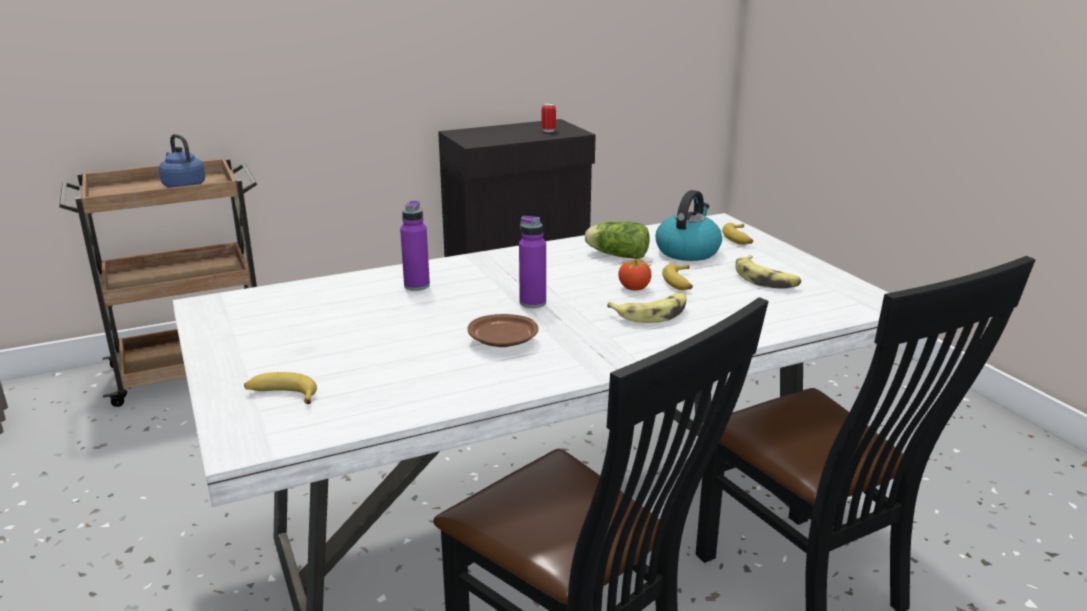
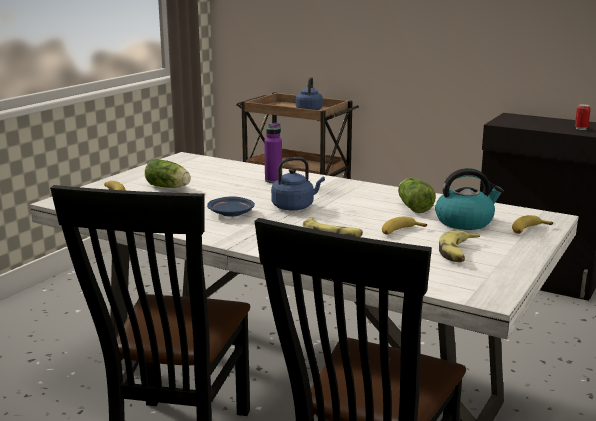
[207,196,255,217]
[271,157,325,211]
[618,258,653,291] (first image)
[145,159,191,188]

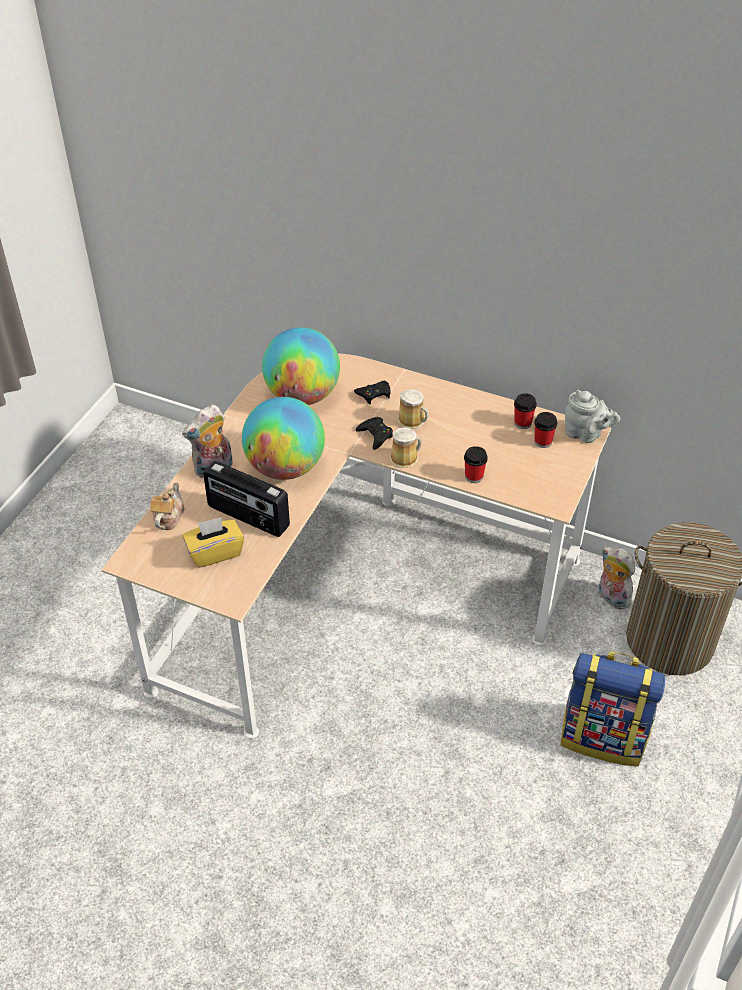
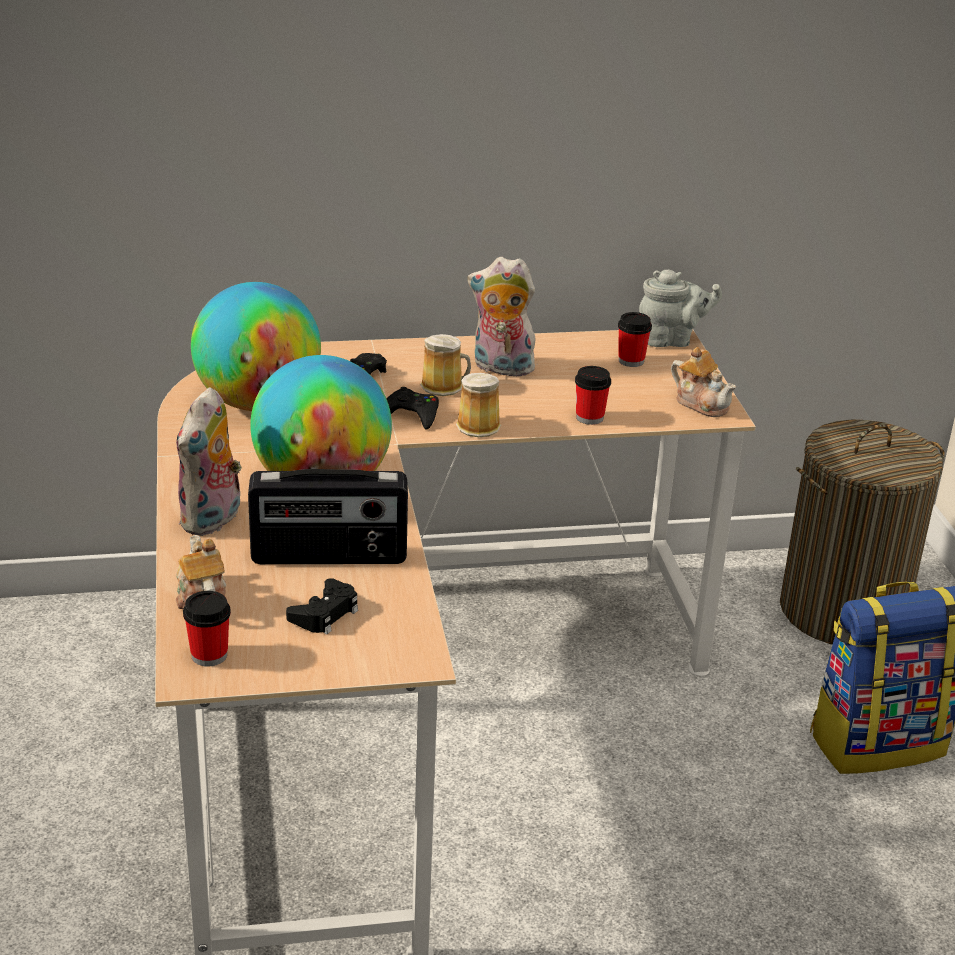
[286,578,358,634]
[183,591,231,667]
[467,257,541,379]
[671,347,736,417]

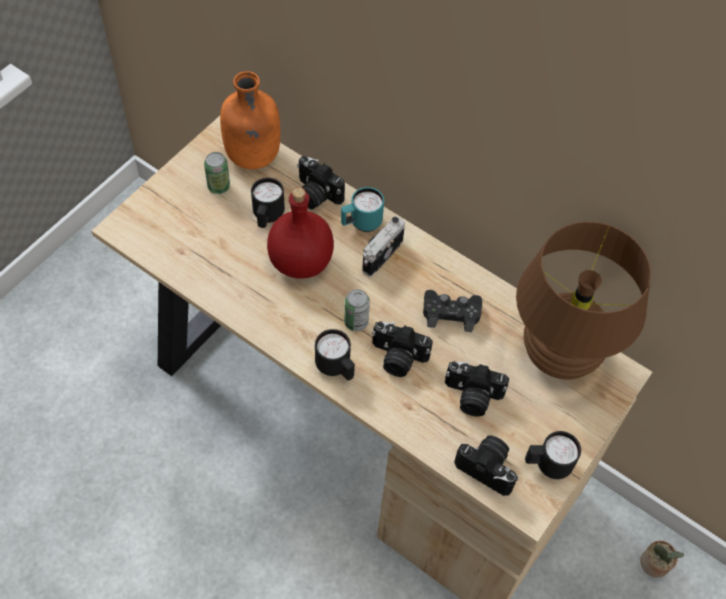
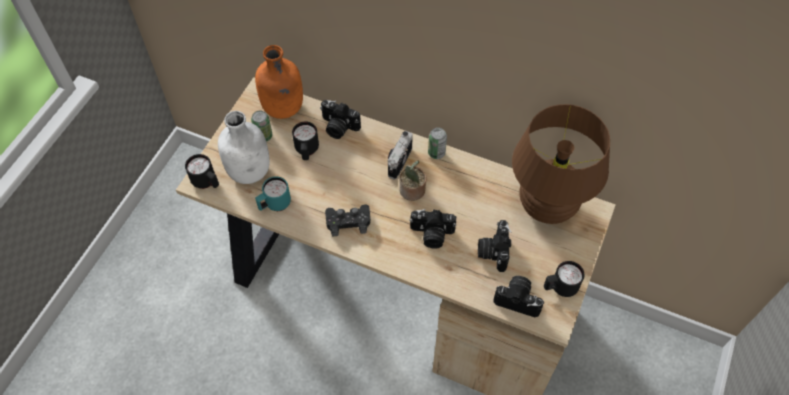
[267,187,334,279] (first image)
[185,154,219,189]
[255,176,291,211]
[428,127,447,159]
[325,204,370,237]
[478,220,512,272]
[399,160,427,201]
[218,111,270,184]

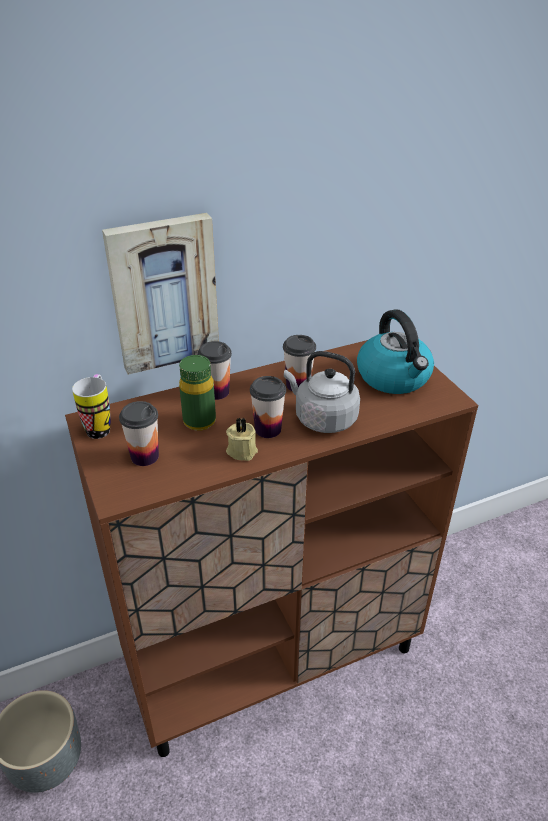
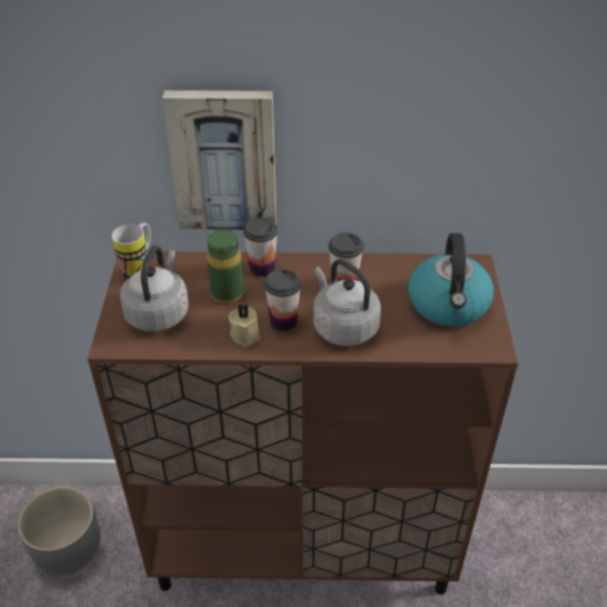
[120,245,189,332]

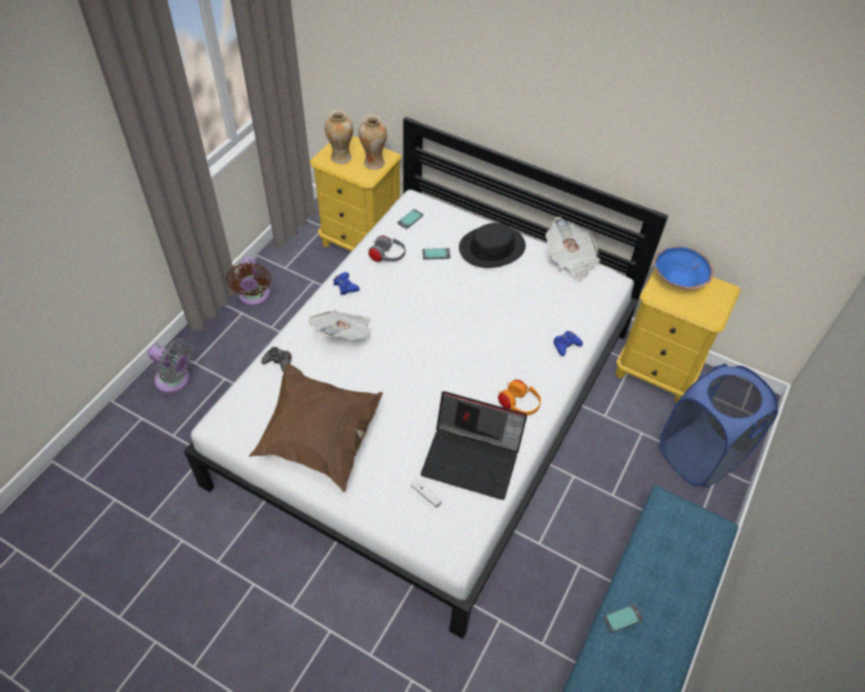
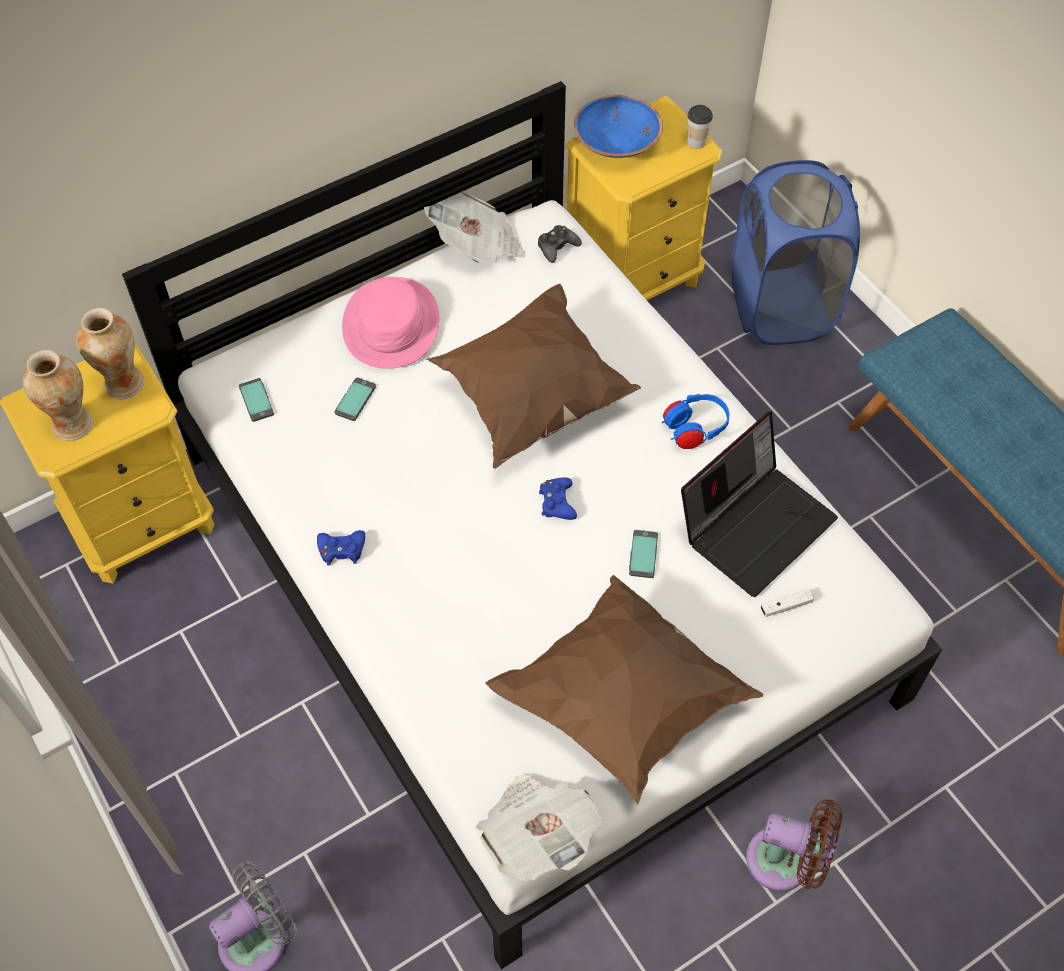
[746,799,842,891]
[538,225,582,263]
[476,774,602,881]
[368,236,405,262] (first image)
[342,277,439,369]
[662,394,730,449]
[539,478,577,520]
[629,530,658,578]
[427,284,641,469]
[687,105,713,149]

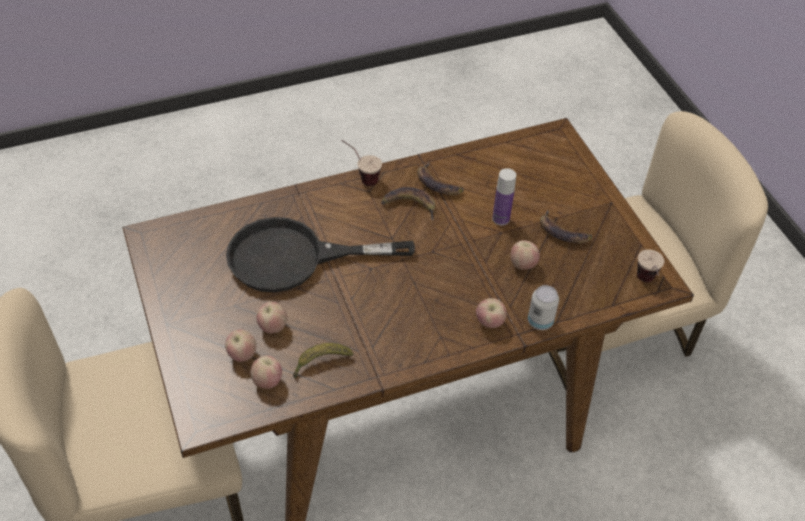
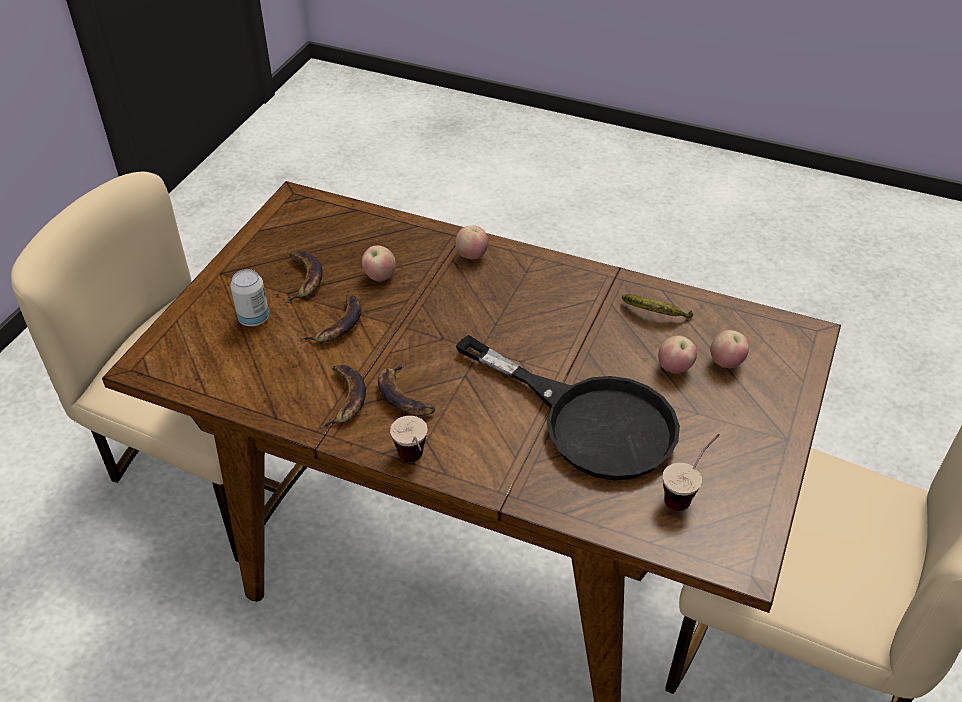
[250,355,282,389] (first image)
[300,295,362,343]
[230,269,269,326]
[663,433,720,511]

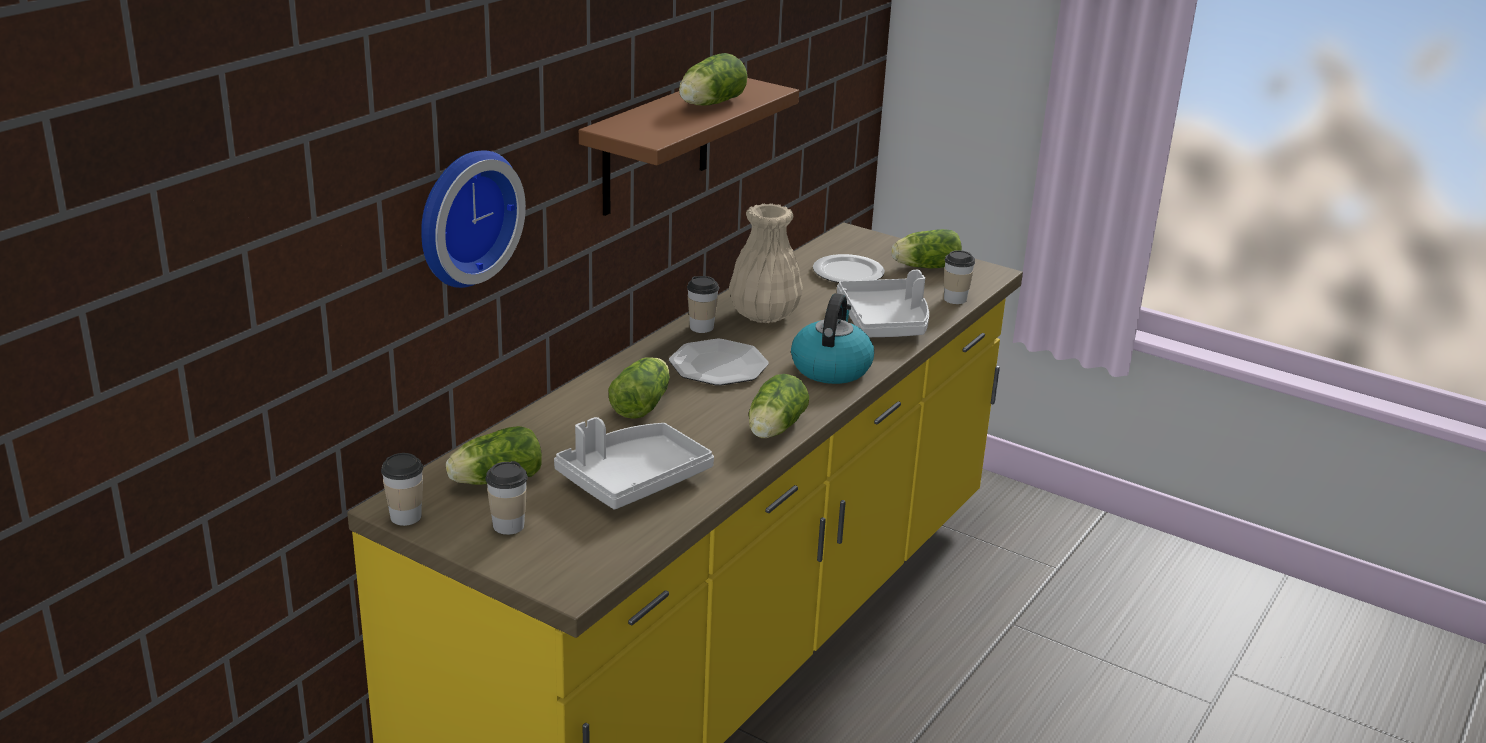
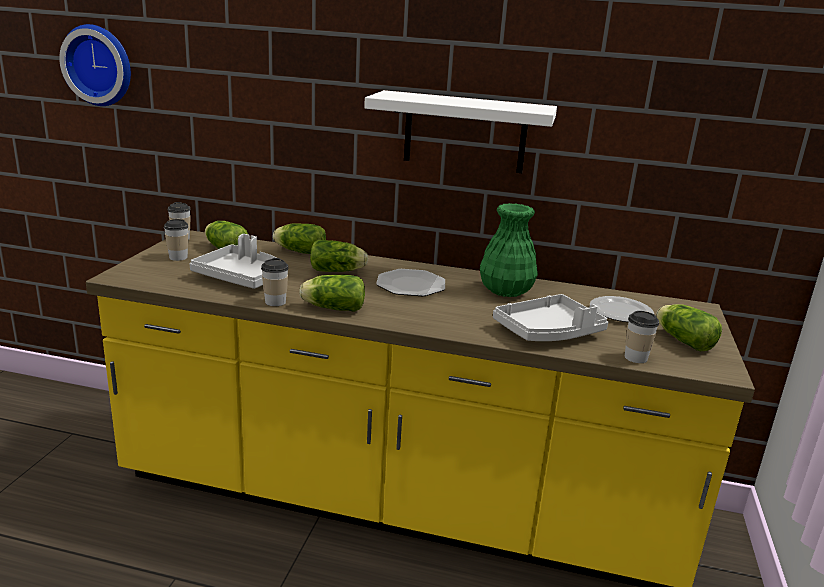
[59,24,131,106]
[364,90,557,173]
[273,223,326,254]
[261,258,289,306]
[480,203,538,297]
[791,293,874,384] (first image)

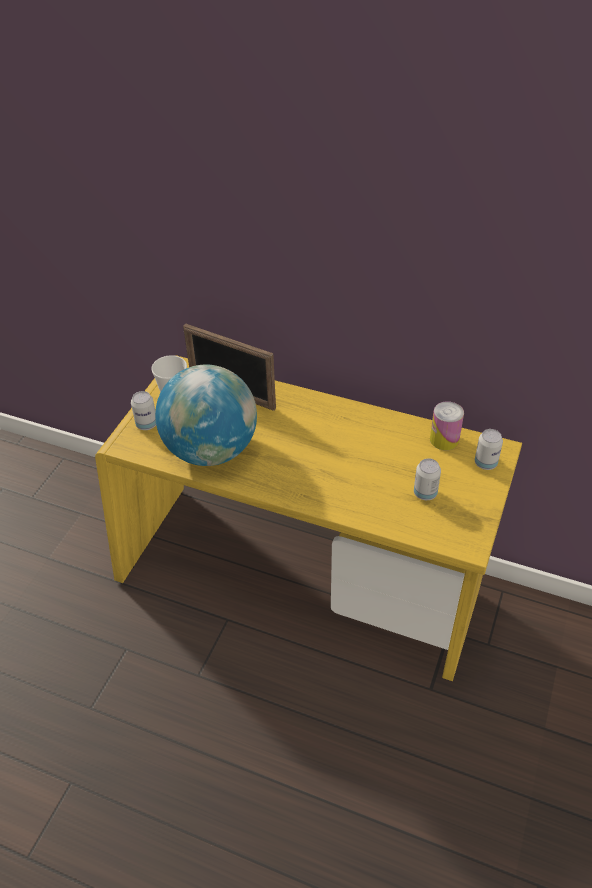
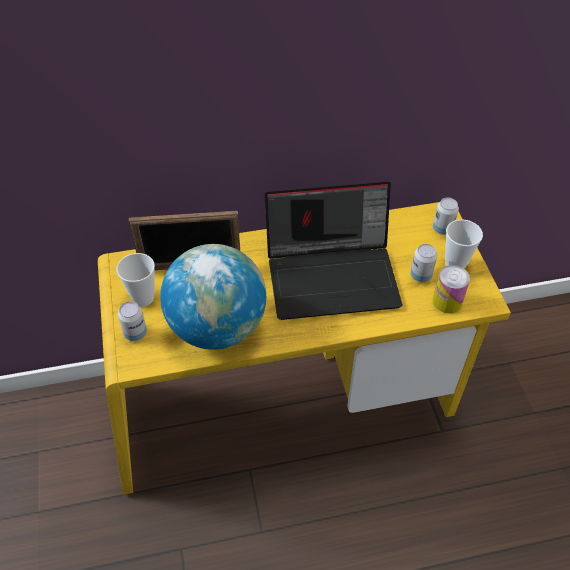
[433,265,470,313]
[265,181,402,320]
[445,219,483,269]

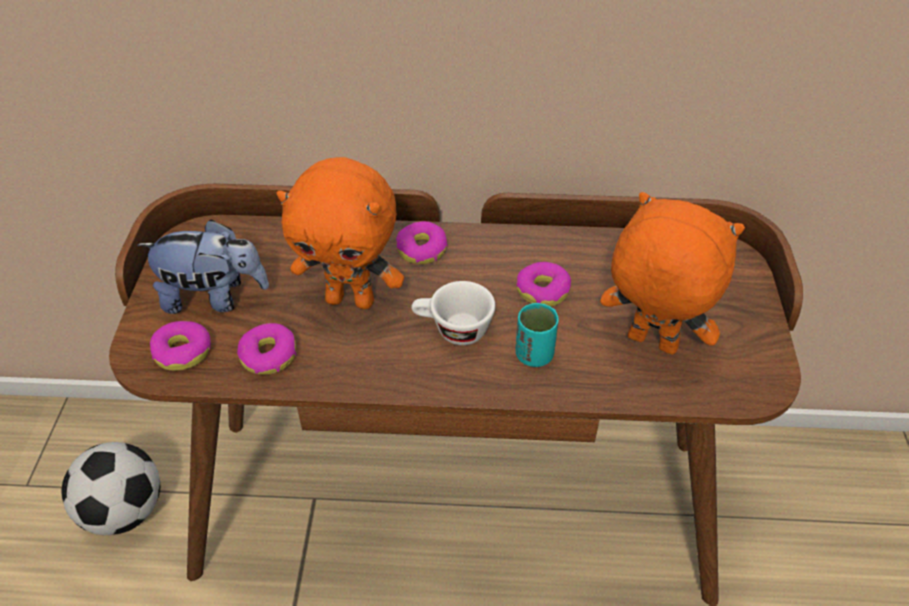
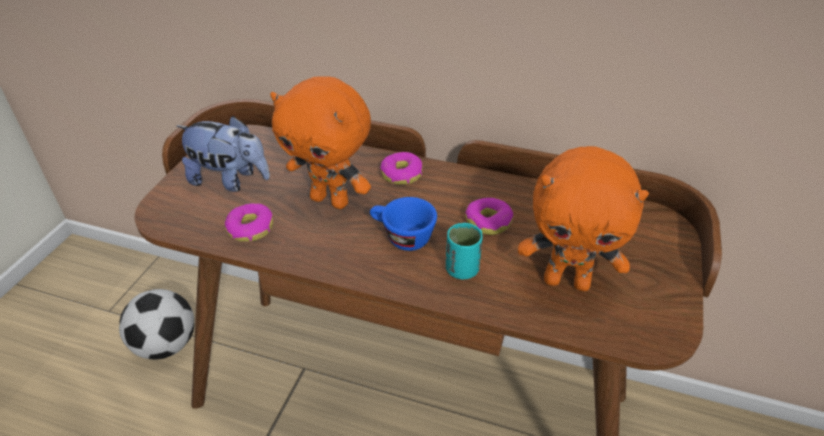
[150,321,211,371] (first image)
[370,197,437,251]
[518,146,649,291]

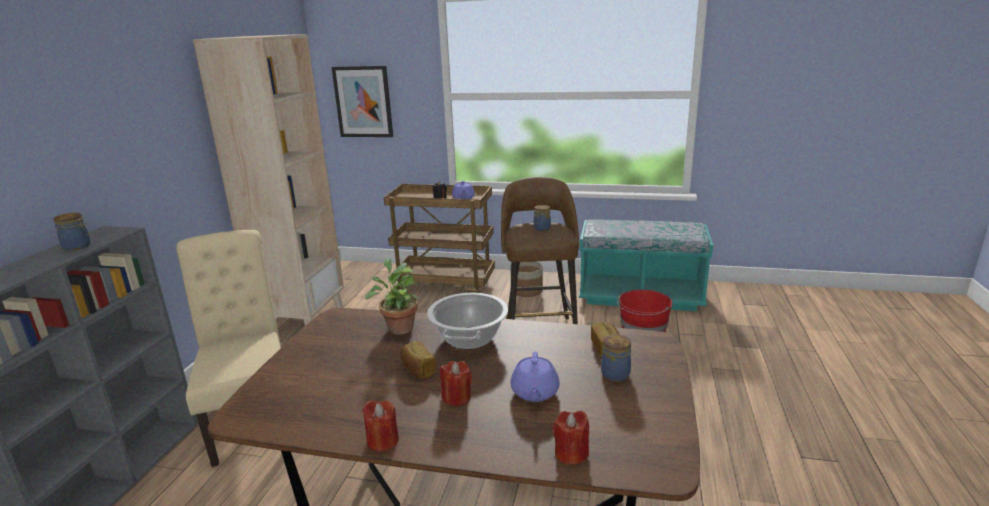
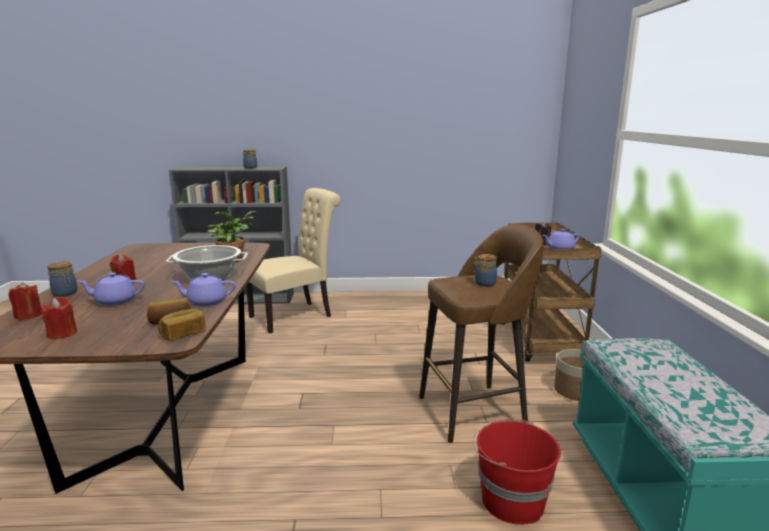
[193,34,344,326] (first image)
[332,66,393,137] (first image)
[41,297,77,339]
[158,309,205,341]
[47,262,78,297]
[171,273,236,306]

